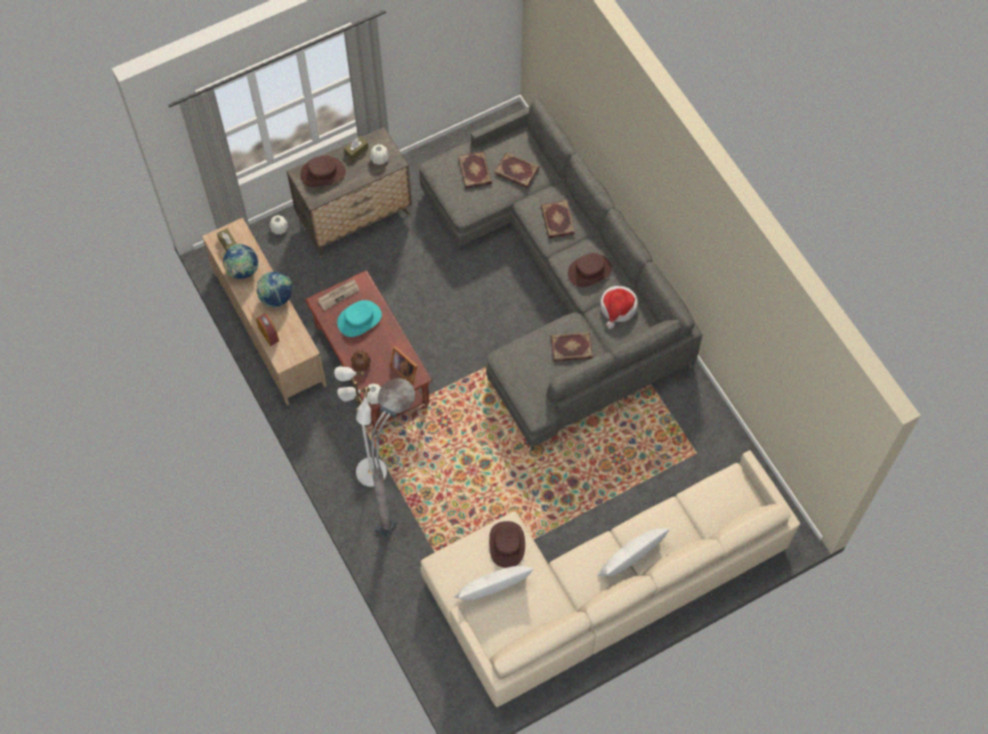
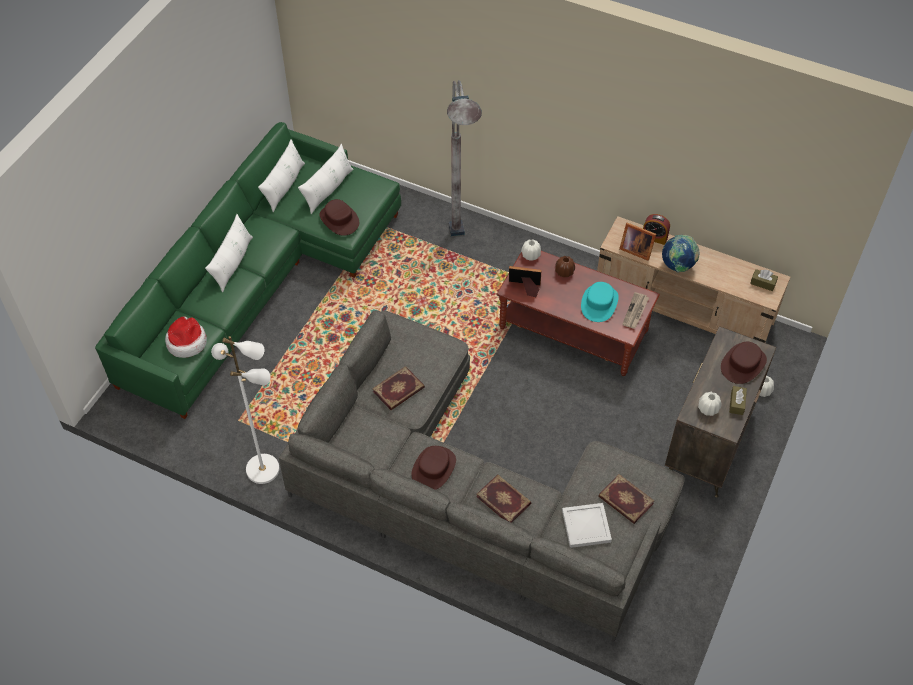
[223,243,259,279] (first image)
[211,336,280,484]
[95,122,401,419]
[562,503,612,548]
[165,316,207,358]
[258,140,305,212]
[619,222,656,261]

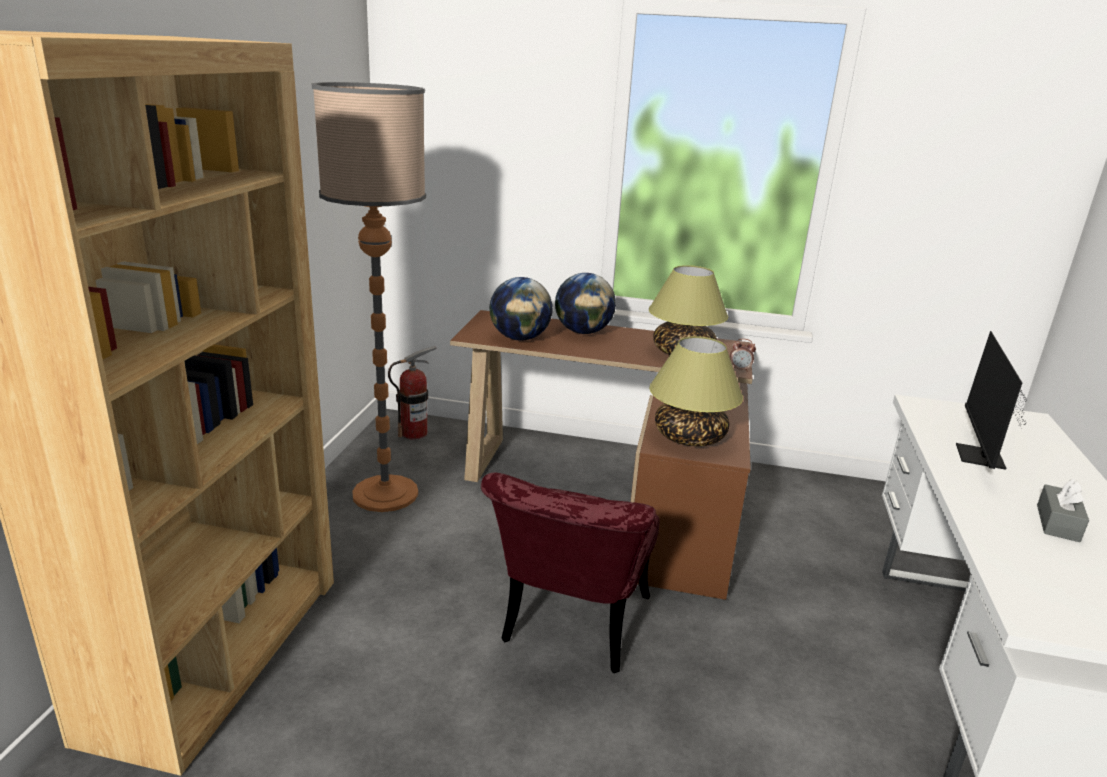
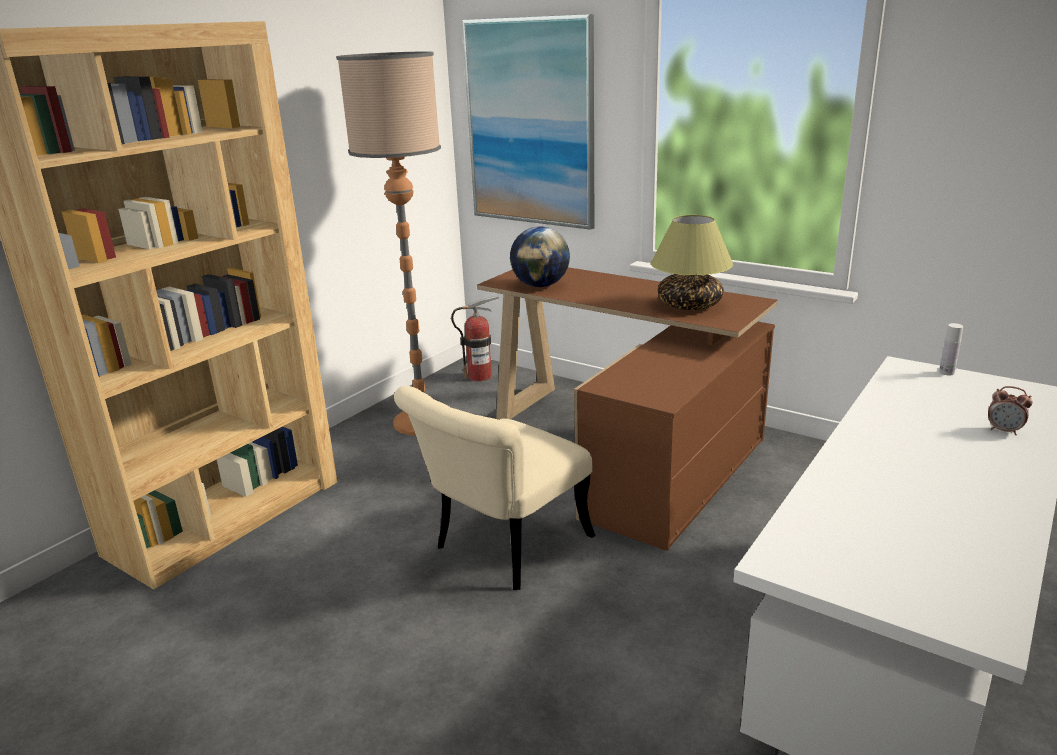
[394,386,596,590]
[555,273,616,334] (first image)
[649,336,743,446] (first image)
[988,386,1033,435]
[956,331,1027,470] (first image)
[1037,479,1089,542] (first image)
[462,14,594,230]
[939,323,963,375]

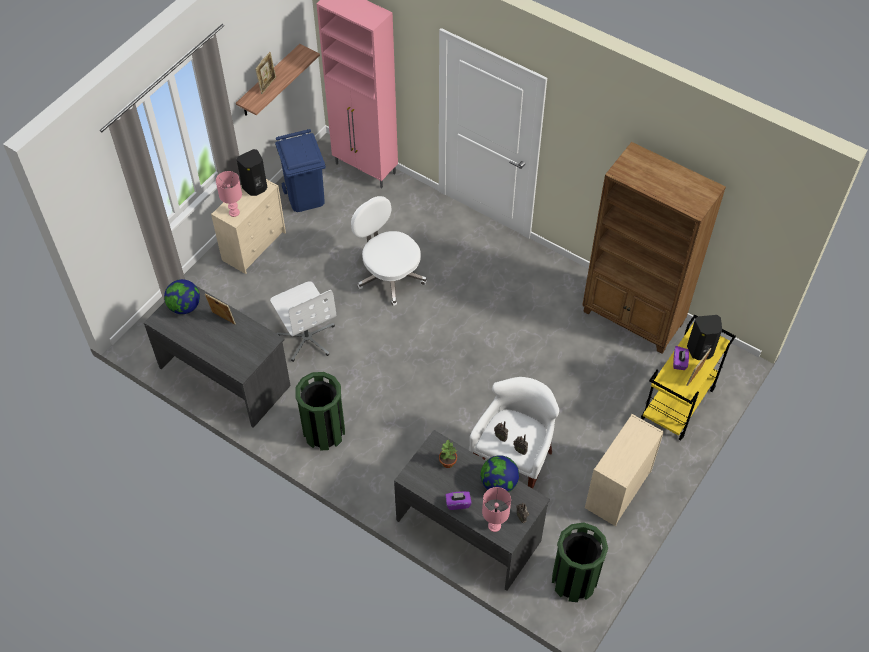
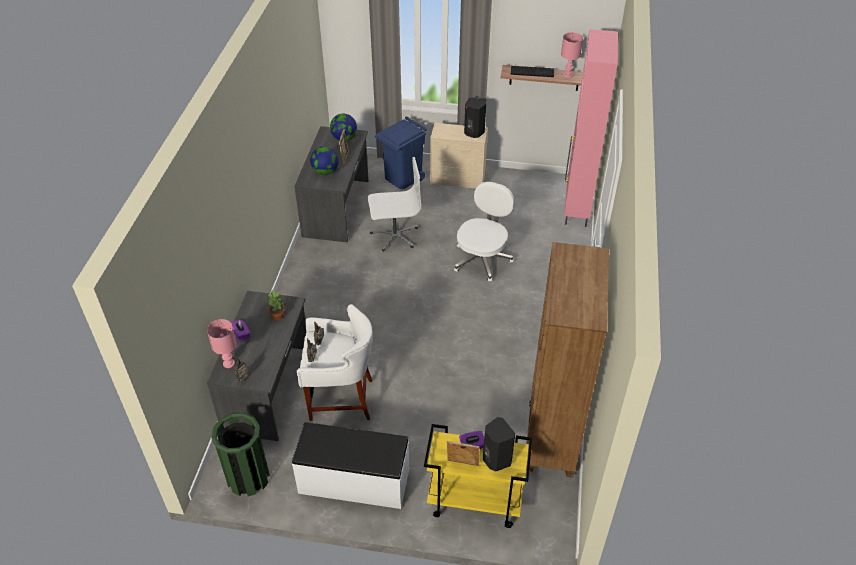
[561,32,583,78]
[511,66,554,77]
[368,157,421,251]
[375,116,427,189]
[295,372,345,451] (first image)
[310,146,339,175]
[292,422,409,509]

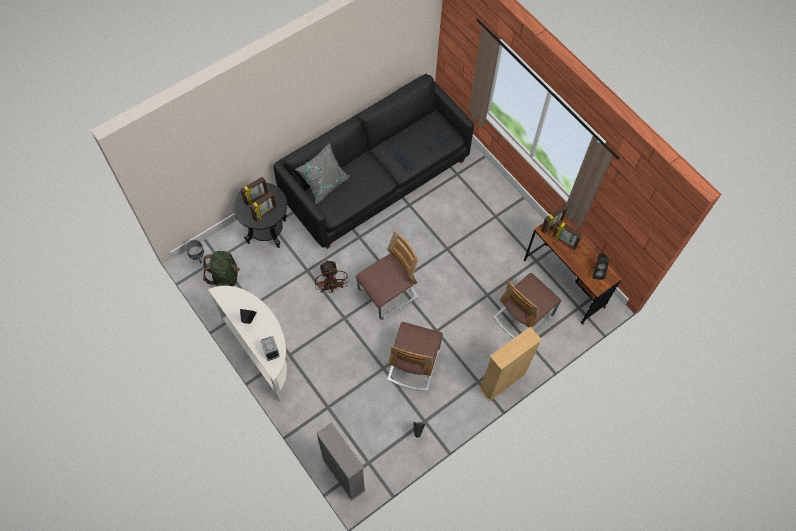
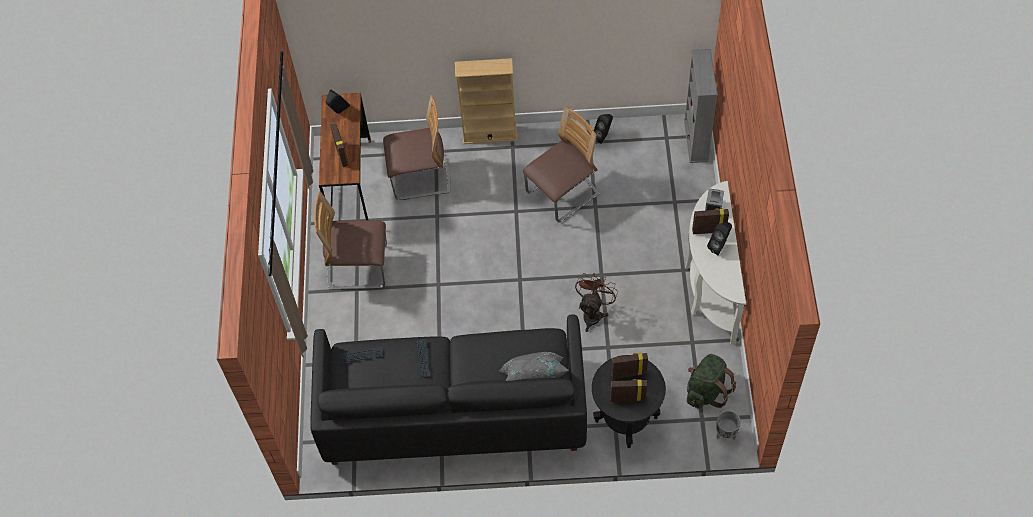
[314,191,387,290]
[692,208,729,234]

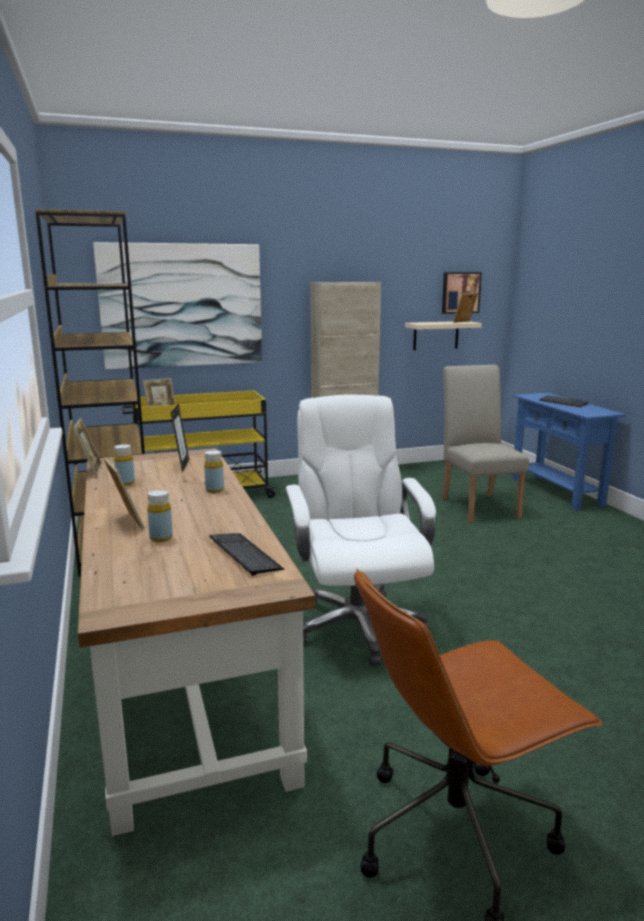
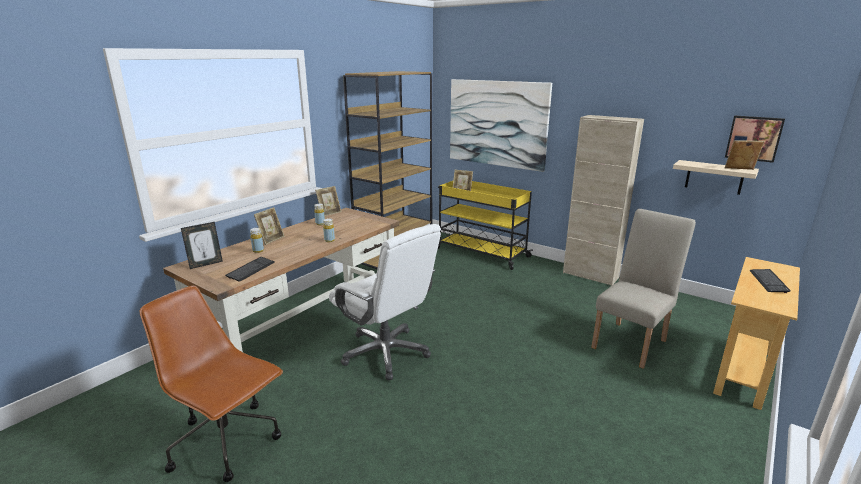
[181,222,223,269]
[329,224,441,380]
[713,257,800,410]

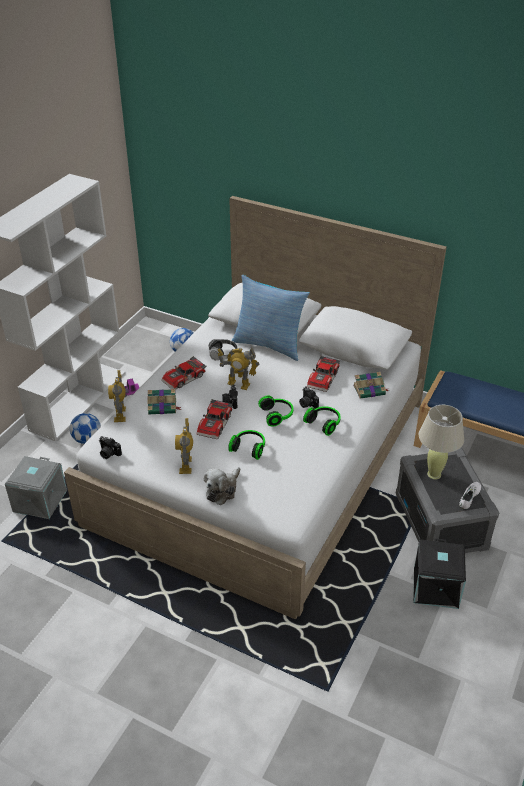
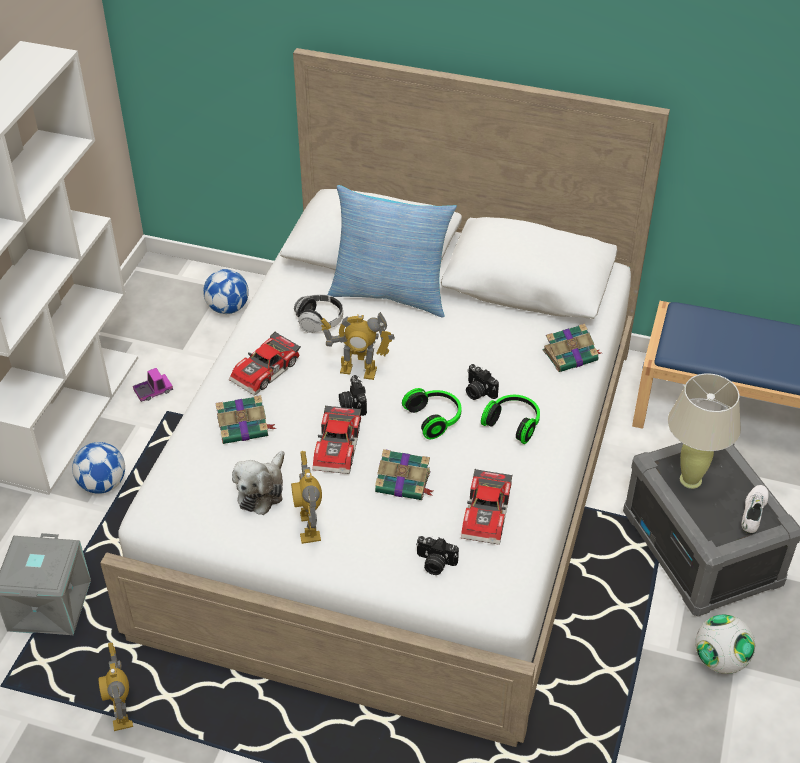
[416,536,459,575]
[98,642,133,731]
[232,451,285,515]
[375,449,433,500]
[461,469,512,545]
[695,615,755,674]

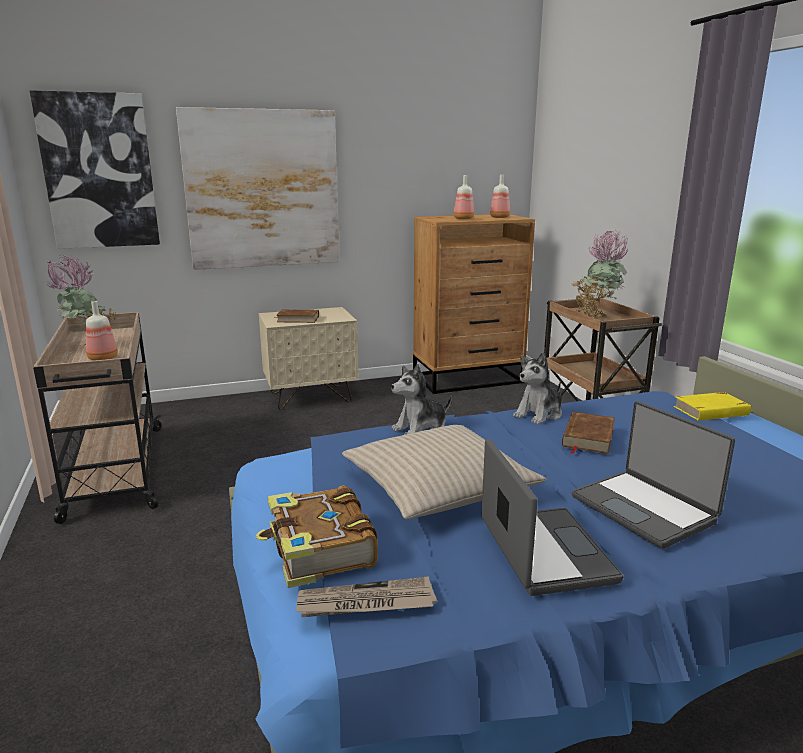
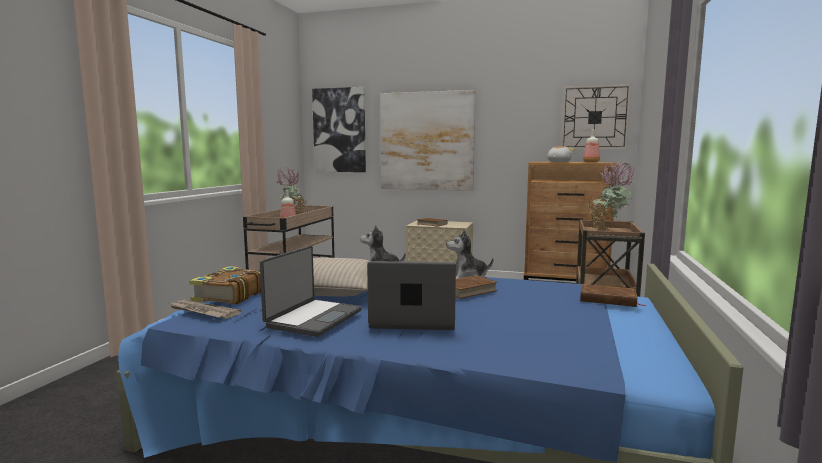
[547,146,574,162]
[367,261,456,330]
[580,284,646,307]
[561,84,631,149]

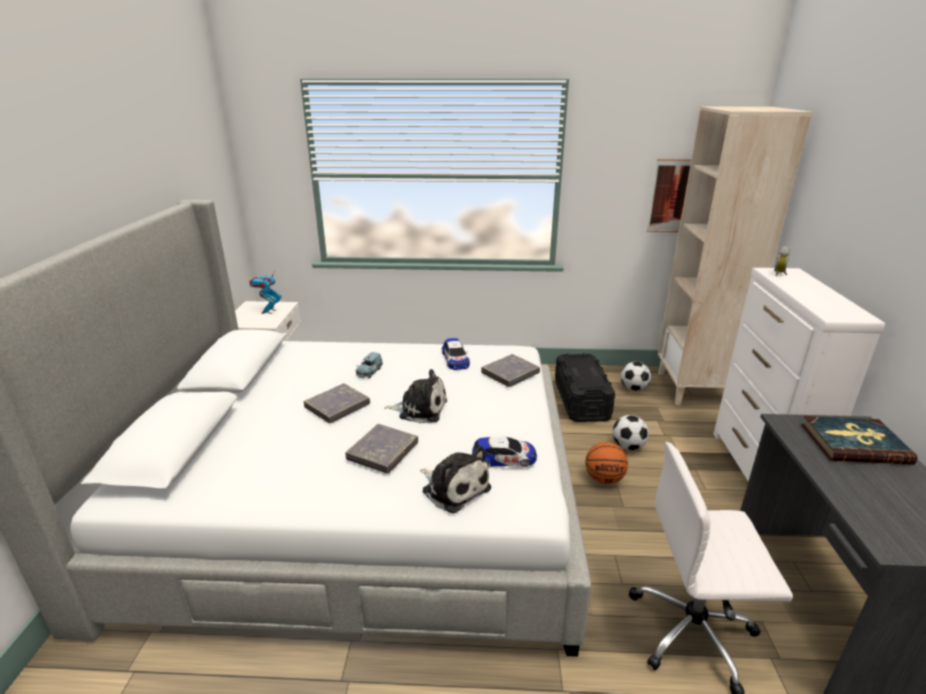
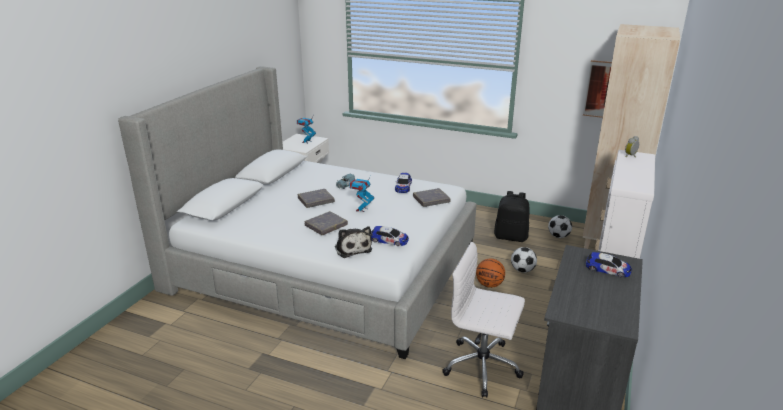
[349,174,374,212]
[494,191,530,242]
[586,252,632,277]

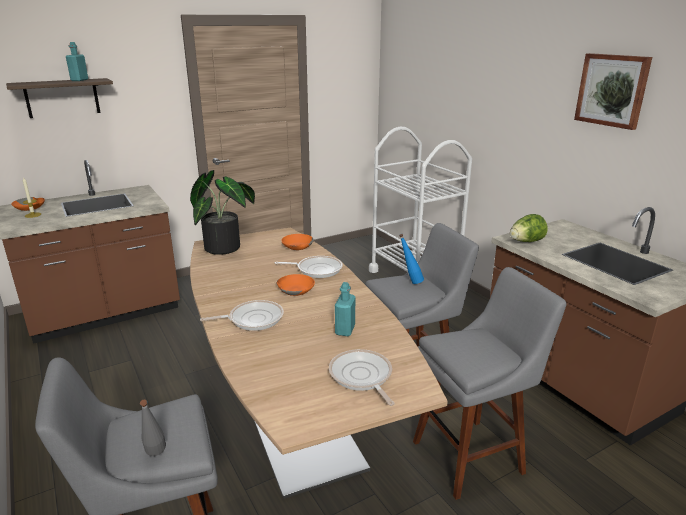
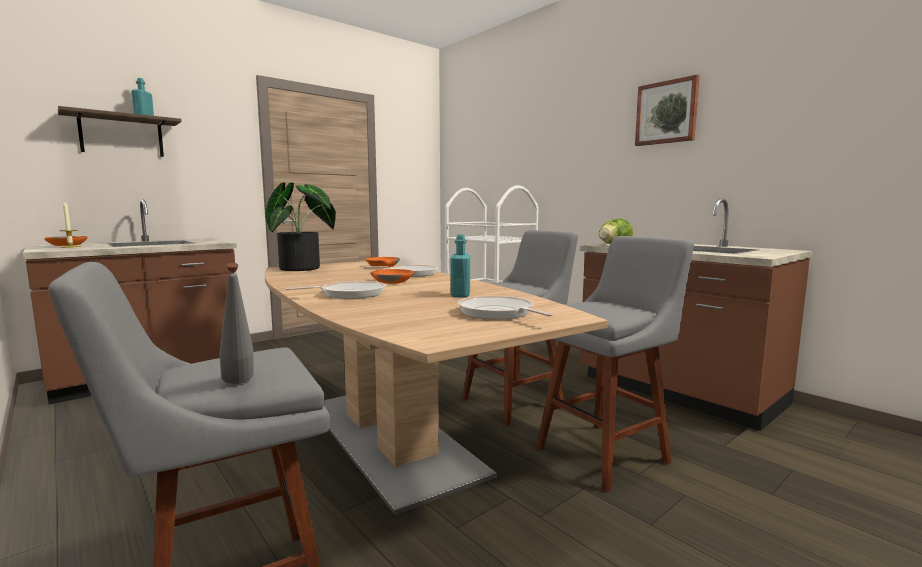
[399,234,424,284] (first image)

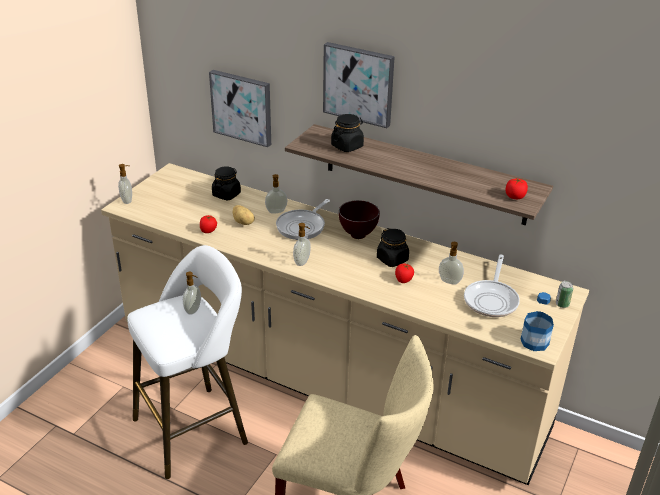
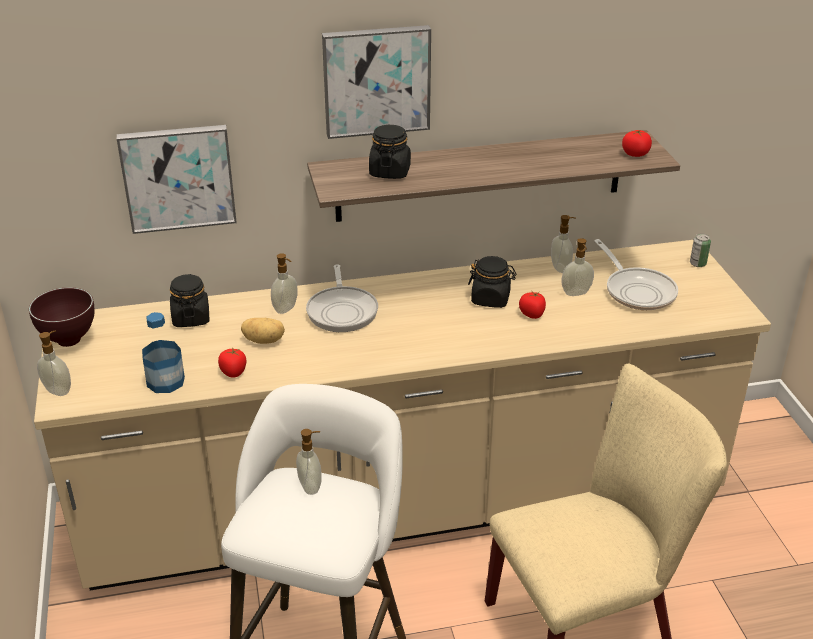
[551,215,576,273]
[29,287,95,347]
[142,312,185,393]

